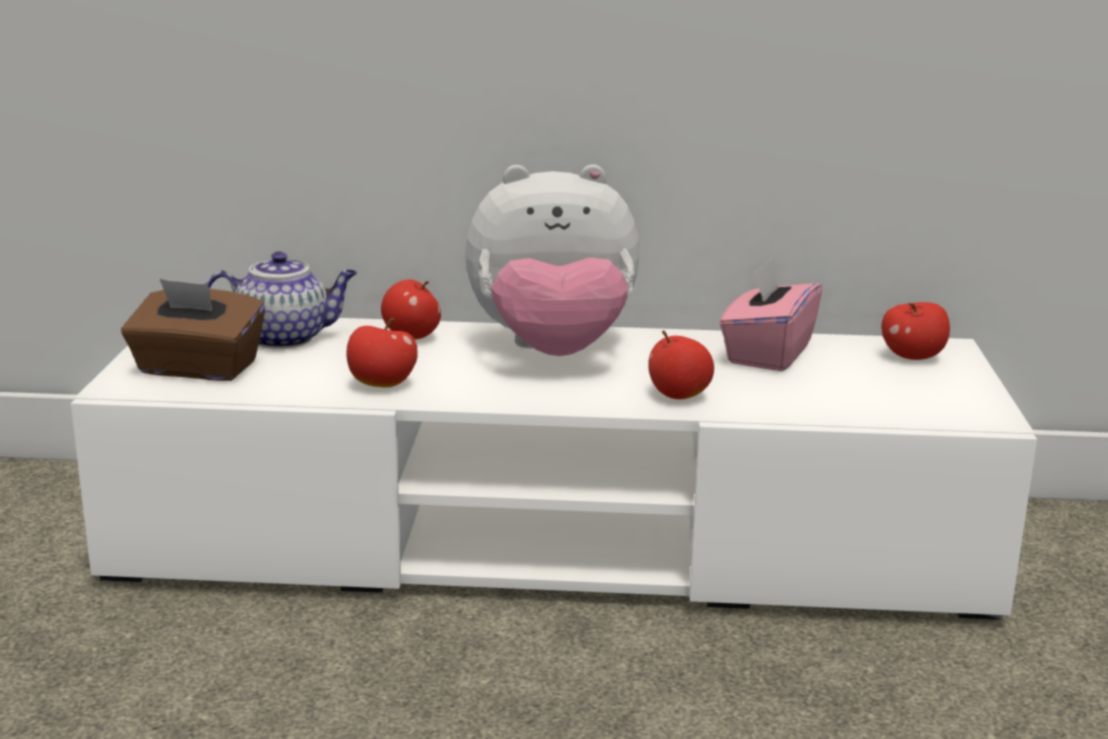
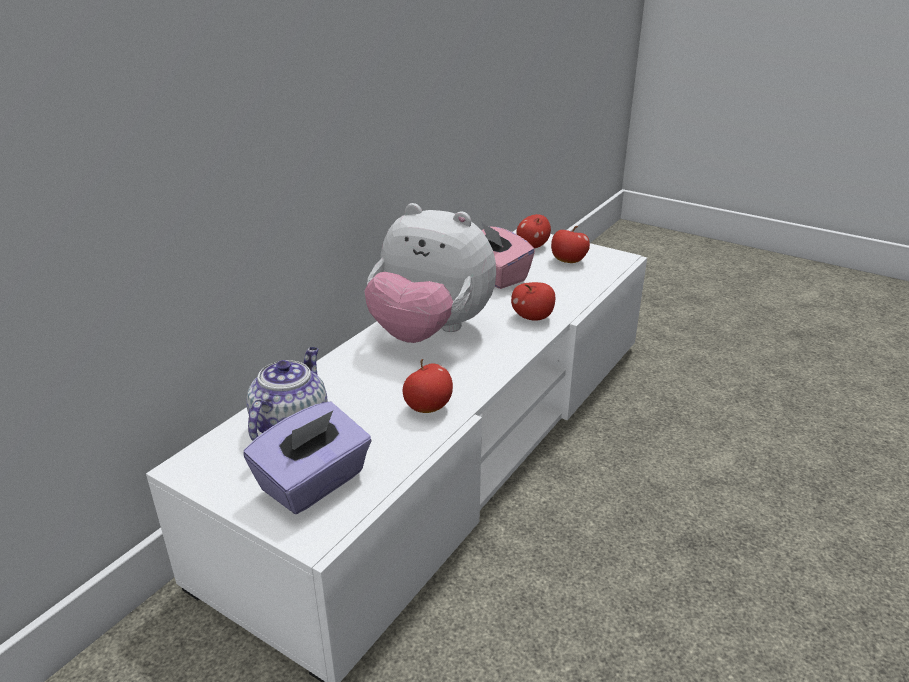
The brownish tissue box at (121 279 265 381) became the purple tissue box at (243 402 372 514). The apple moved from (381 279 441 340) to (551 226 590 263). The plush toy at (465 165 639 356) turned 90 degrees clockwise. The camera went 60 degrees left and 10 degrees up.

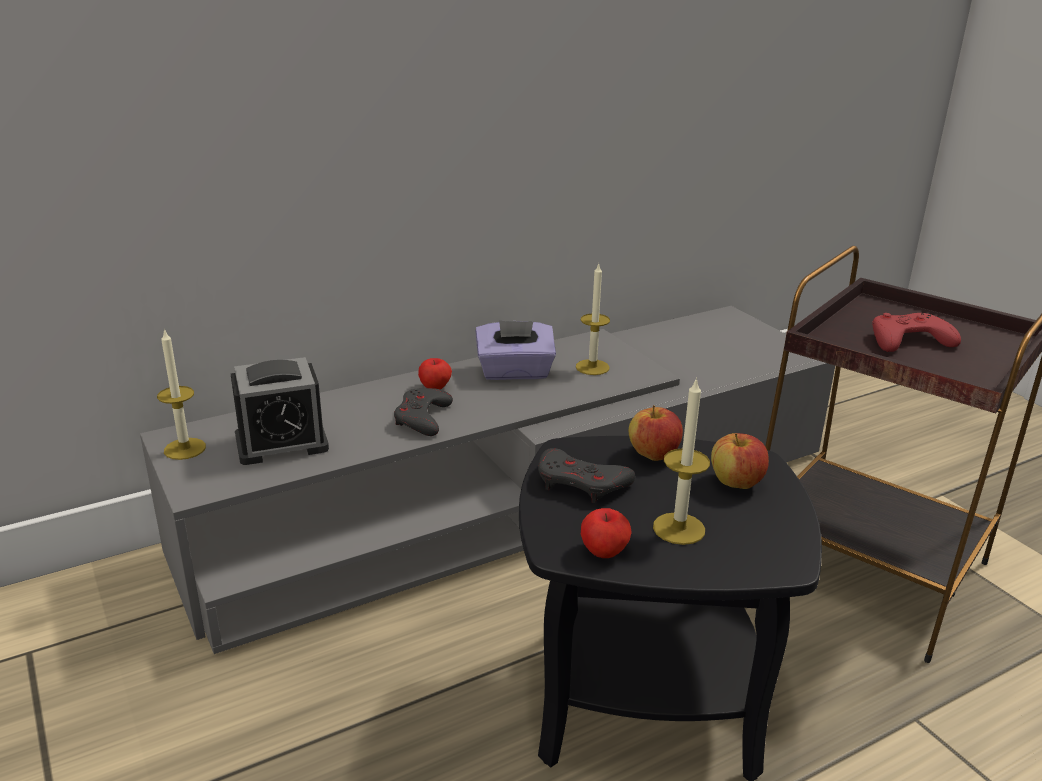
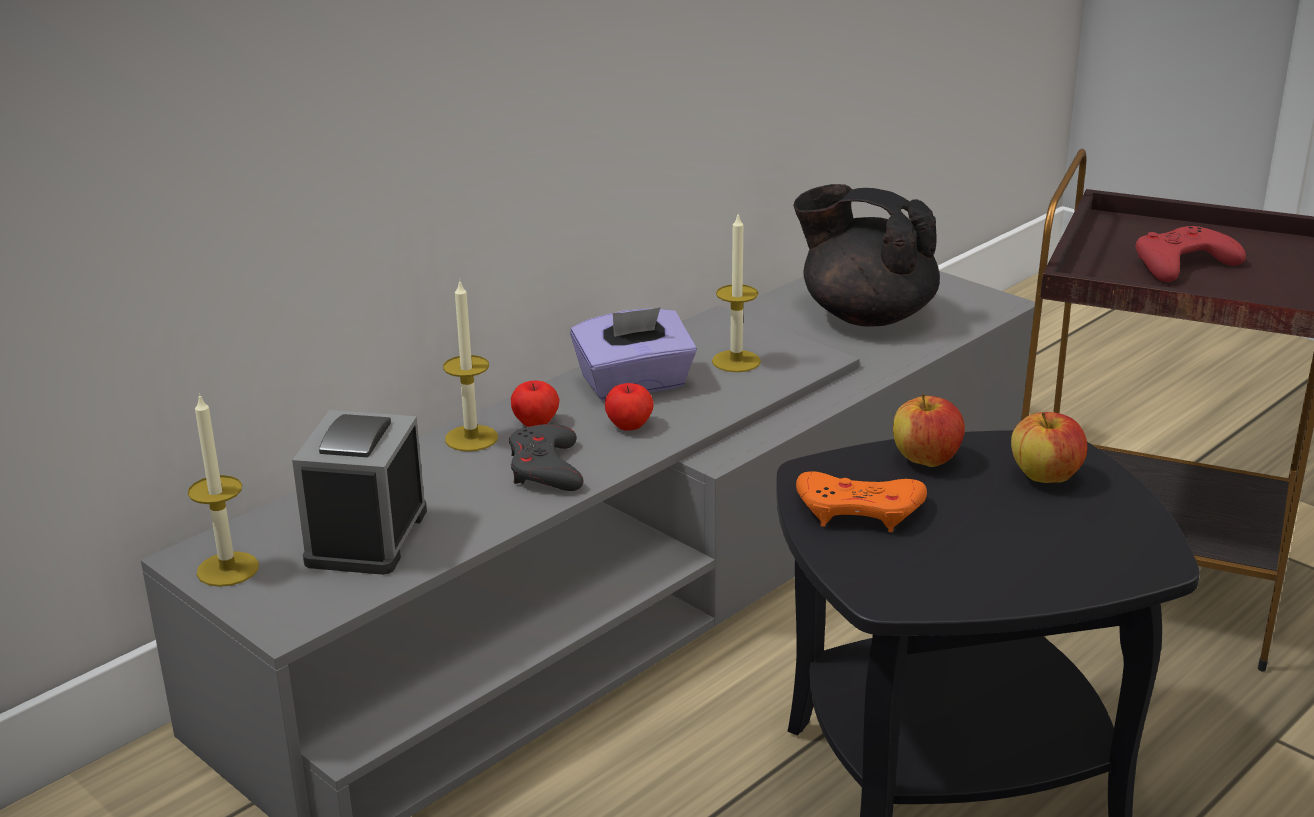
The alarm clock at (231 357 329 465) turned 135 degrees clockwise. The greyish game controller at (538 448 635 503) became the orange game controller at (796 471 927 532). The apple moved from (581 508 632 558) to (605 383 654 431). The wax candle moved from (653 377 710 545) to (443 280 498 451). The black tea pot at (793 184 940 327) appeared. The camera went 15 degrees left and 0 degrees up.

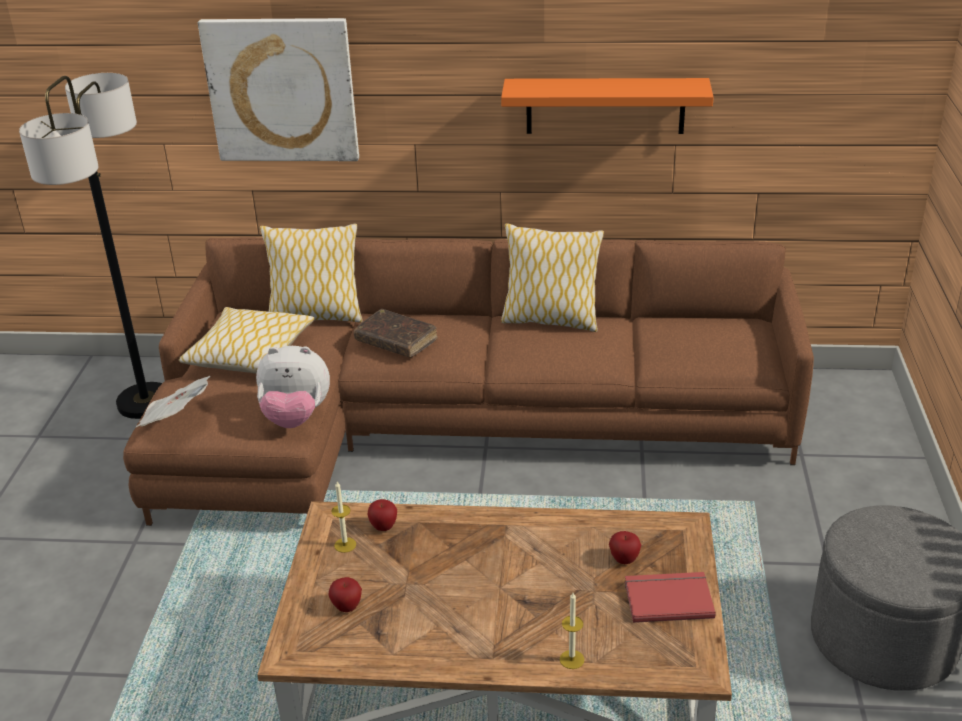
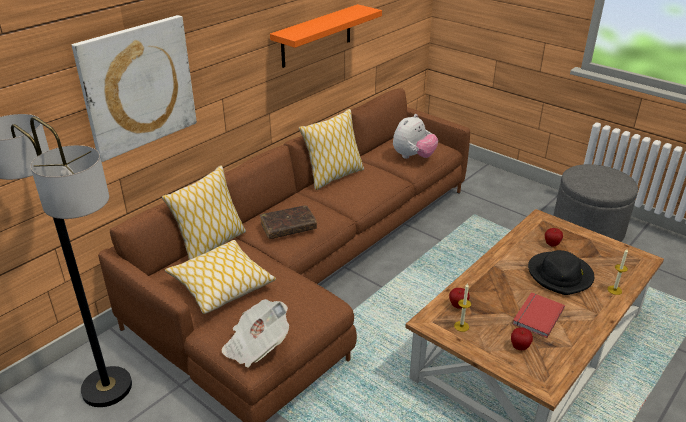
The plush toy moved from (256 346 330 428) to (393 114 438 159). The red volume moved from (625 572 715 623) to (512 292 565 338). The black wearable hat at (528 250 594 295) appeared. The camera went 55 degrees left and 0 degrees up.

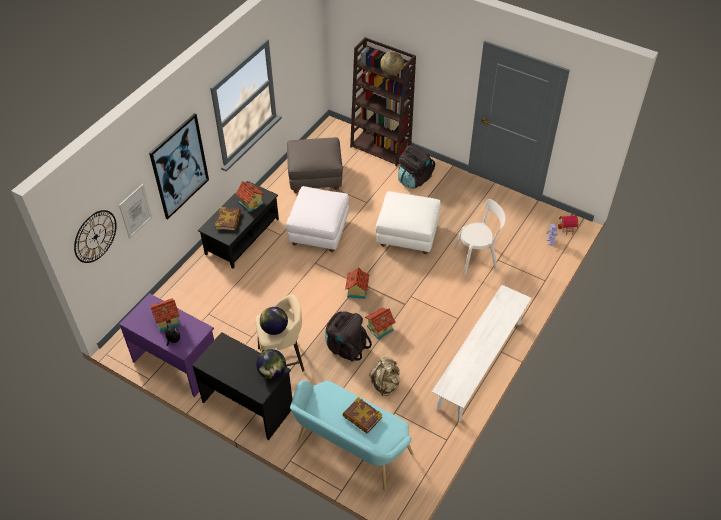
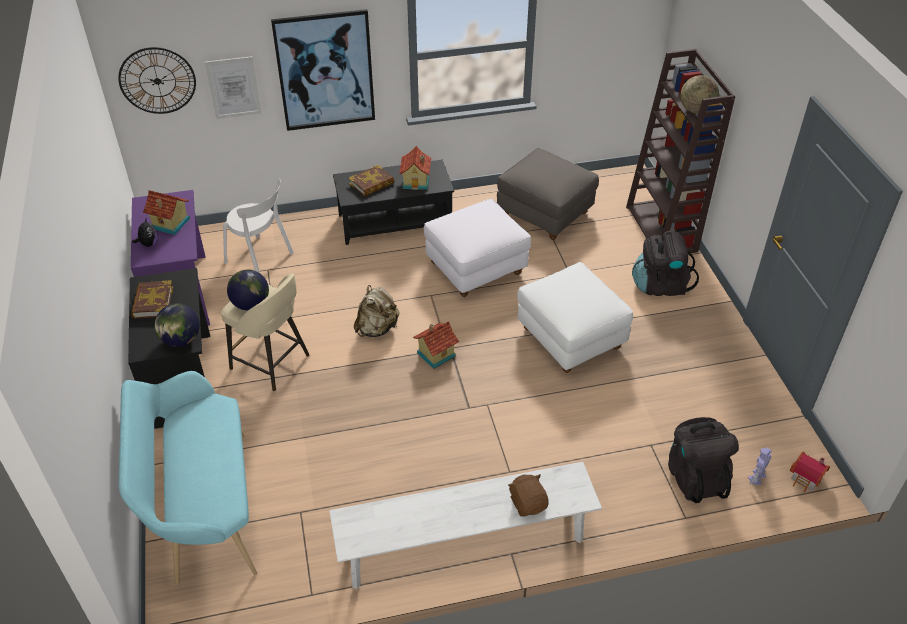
The black backpack moved from (325 311 372 362) to (668 417 739 503). The volume moved from (342 397 383 434) to (131 280 173 319). The miniature house at (365 307 396 339) disappeared. The beige backpack moved from (369 357 400 396) to (354 285 400 337). The whitish upright chair moved from (454 199 506 274) to (223 178 294 273). The brownish plush toy at (508 474 549 517) appeared. The camera went 45 degrees right and 5 degrees down.

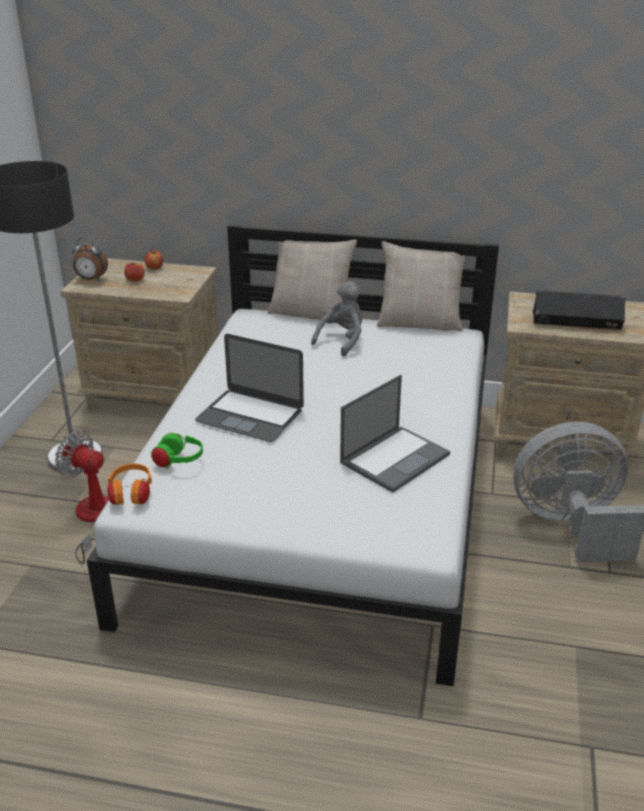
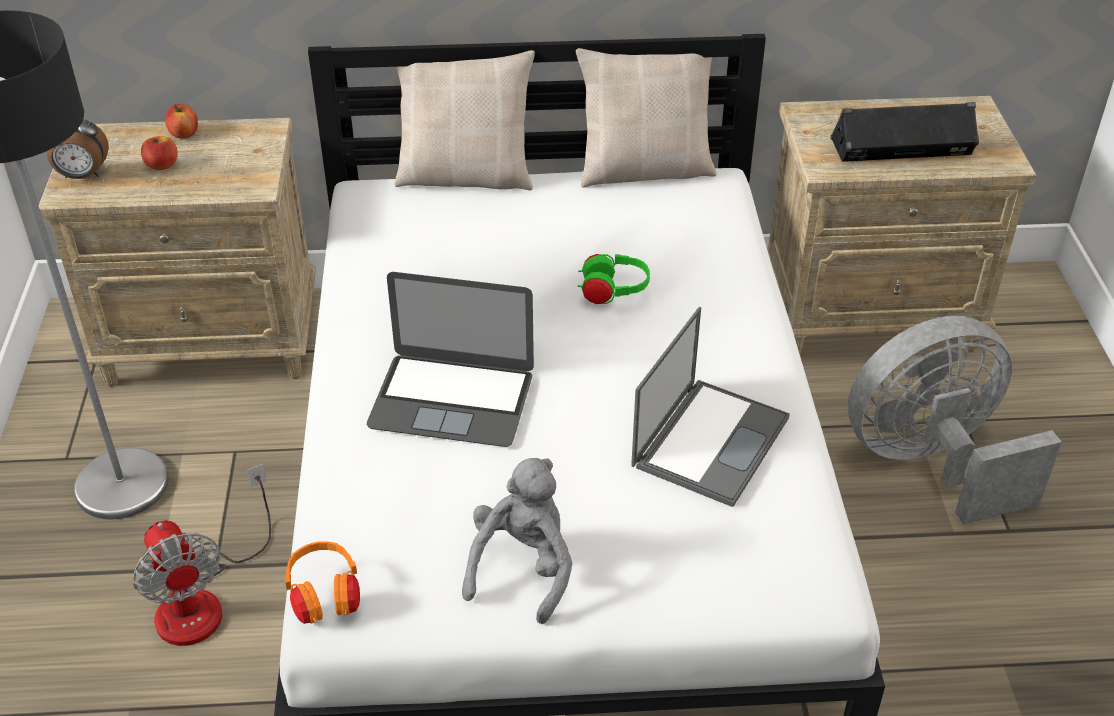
The cooling fan at (55 430 109 564) turned 135 degrees counterclockwise. The green-coloured headset moved from (150 433 203 468) to (578 254 650 304). The greyish plush toy moved from (311 281 362 356) to (462 458 573 624). The camera went 15 degrees left and 10 degrees up.

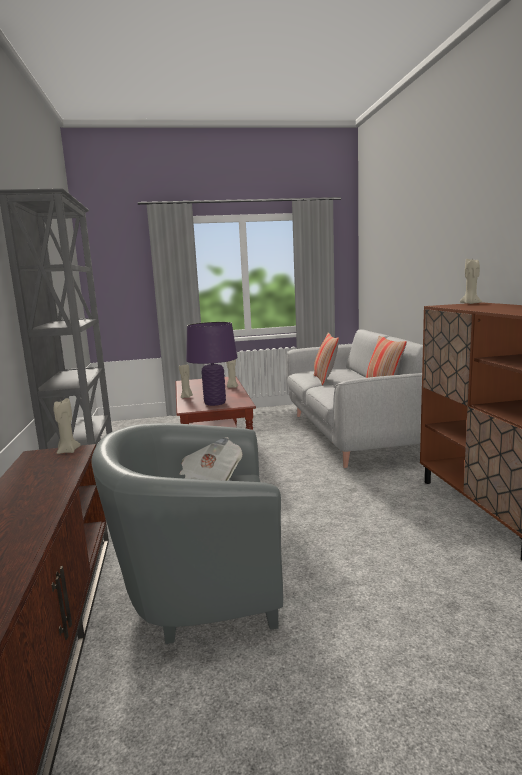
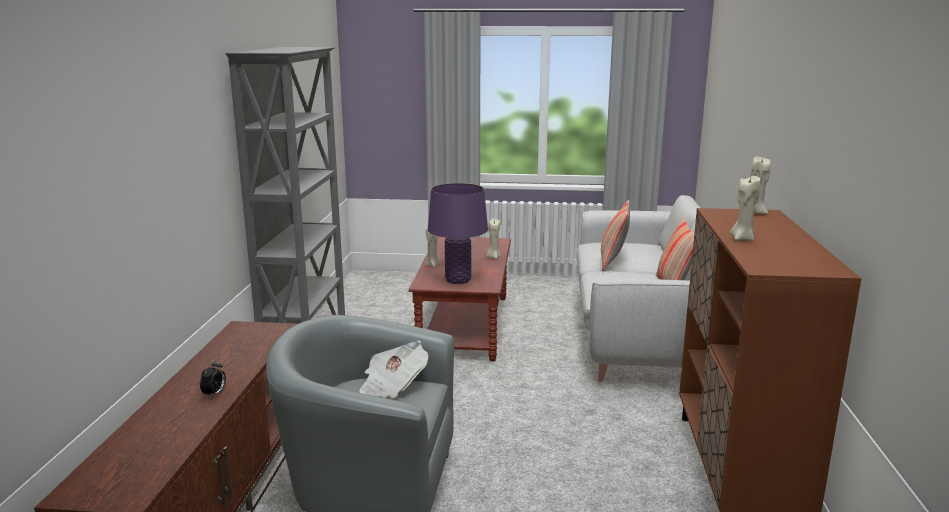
The beige wax candle moved from (54 398 80 454) to (730 176 760 241). The alarm clock at (200 360 226 399) appeared. The camera went 15 degrees right and 5 degrees up.

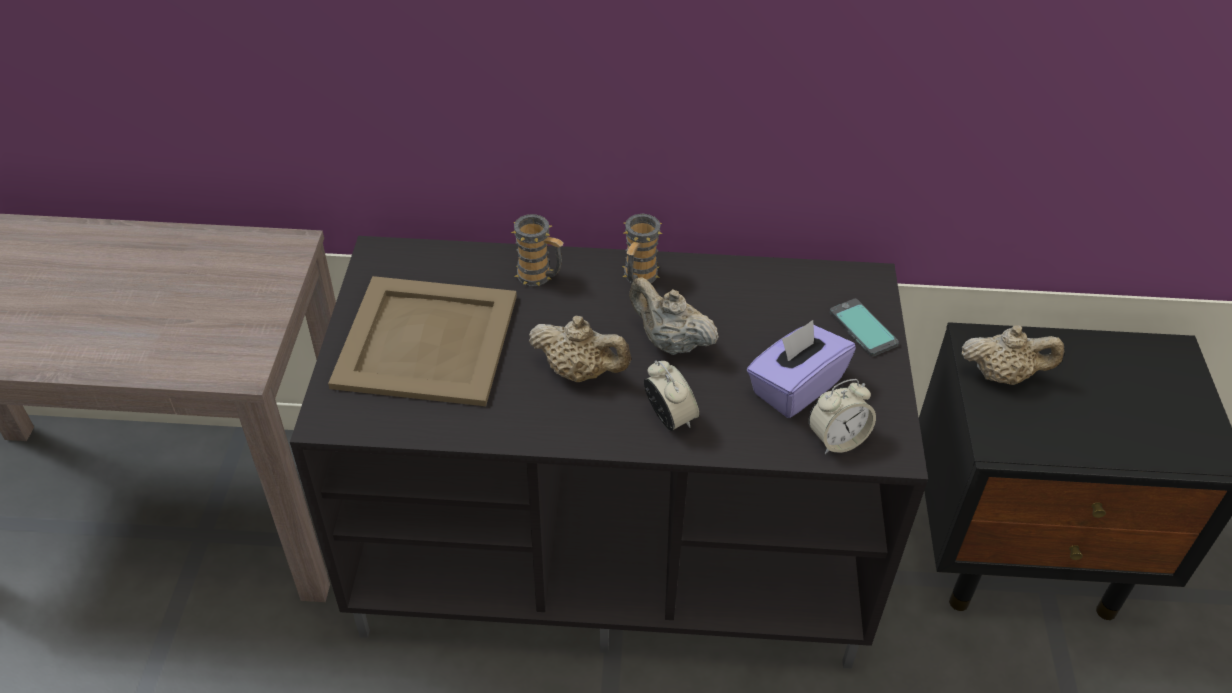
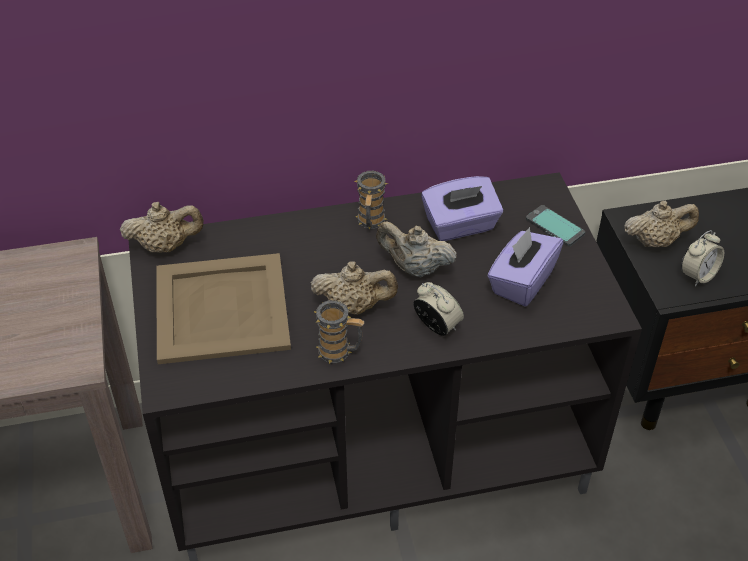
The tea mug moved from (511 214 564 286) to (313 300 365 364). The alarm clock moved from (809 379 876 454) to (681 230 724 286). The beige tea pot at (120 202 204 253) appeared. The purple tissue box at (421 176 503 241) appeared. The camera went 15 degrees left and 0 degrees up.

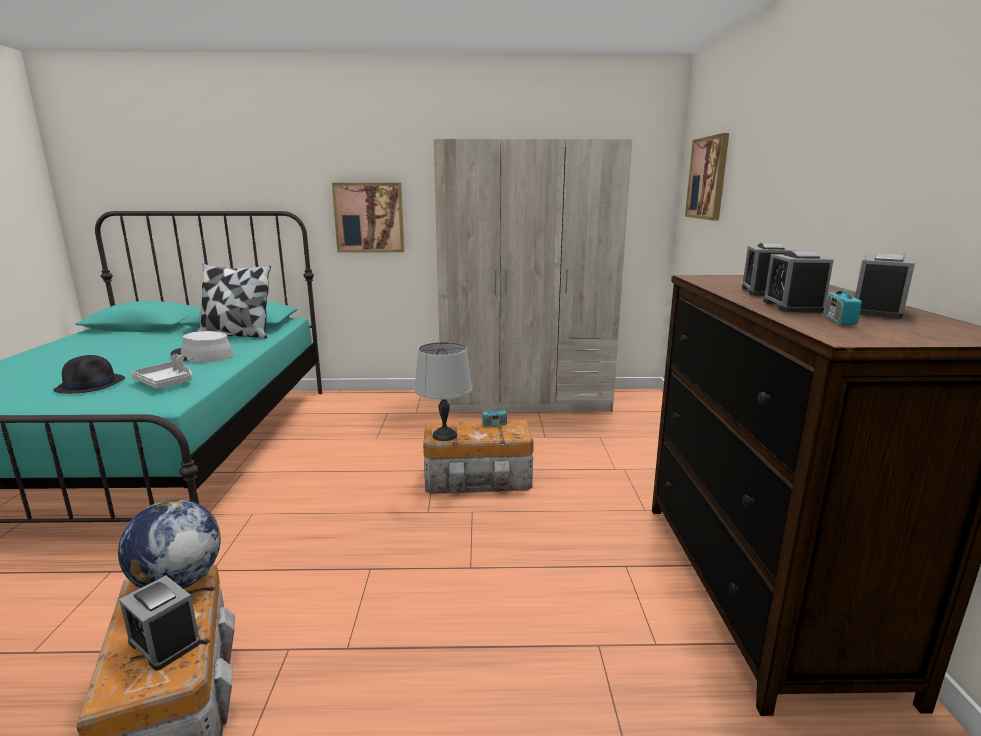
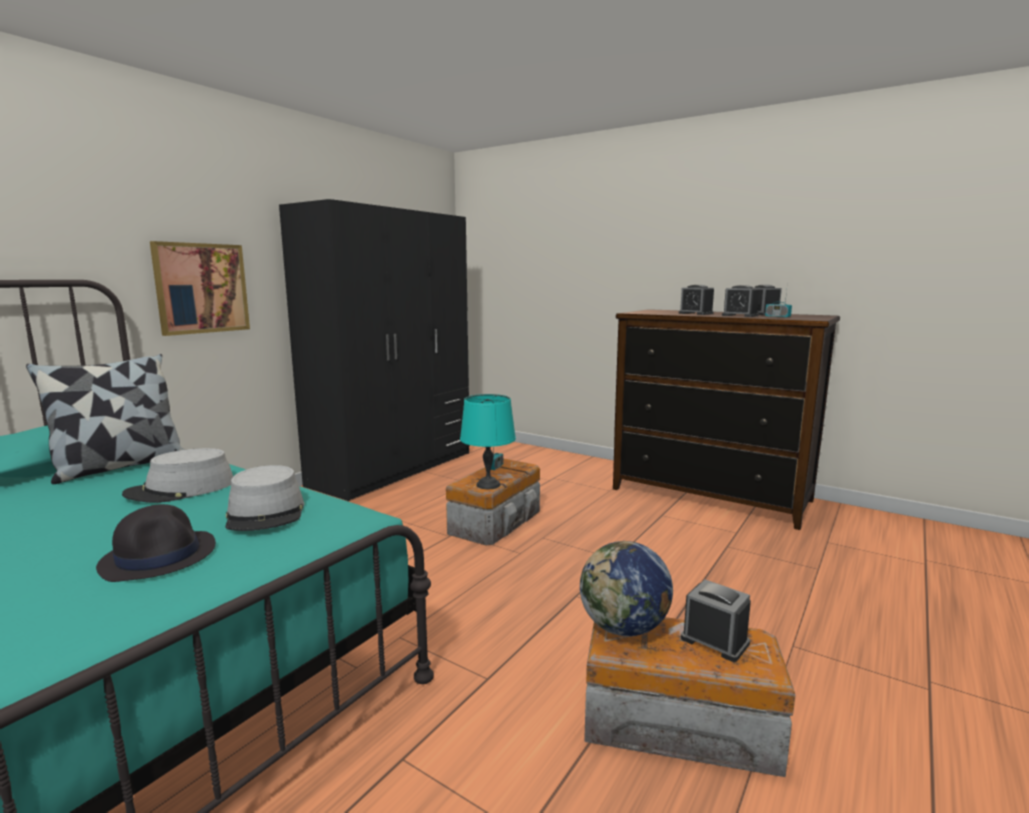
The alarm clock at (119 575 201 671) turned 120 degrees counterclockwise. The greyish serving tray at (131 354 192 389) was replaced by the greyish wearable hat at (225 465 305 531). The greyish table lamp at (414 342 473 441) became the blue-green table lamp at (460 394 516 489). The beige armoire at (434 139 632 413) became the black armoire at (279 199 470 501). The wall picture at (685 133 729 220) disappeared. The camera went 55 degrees left and 5 degrees down.

